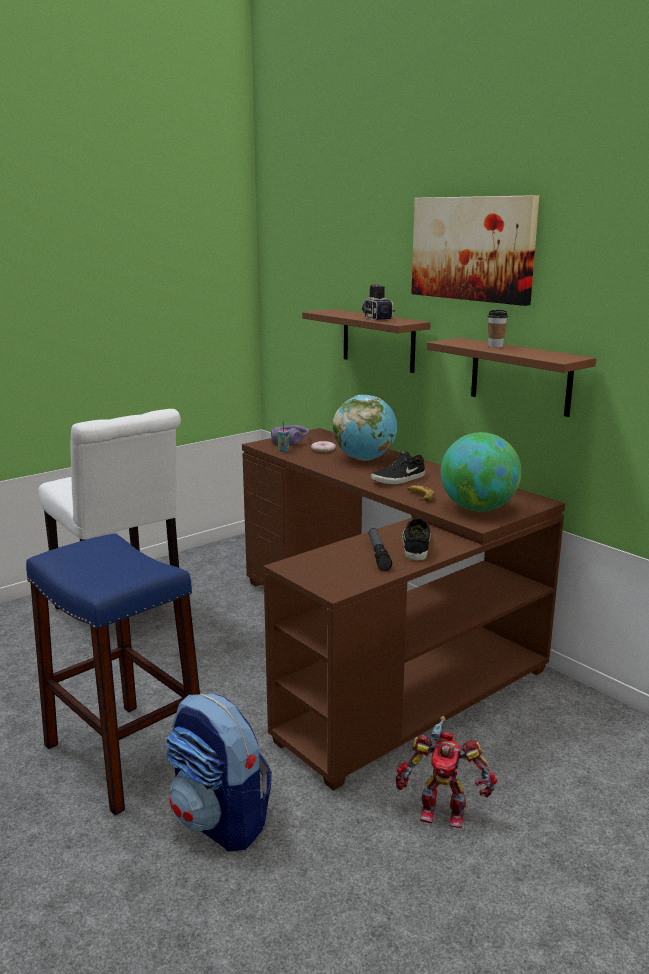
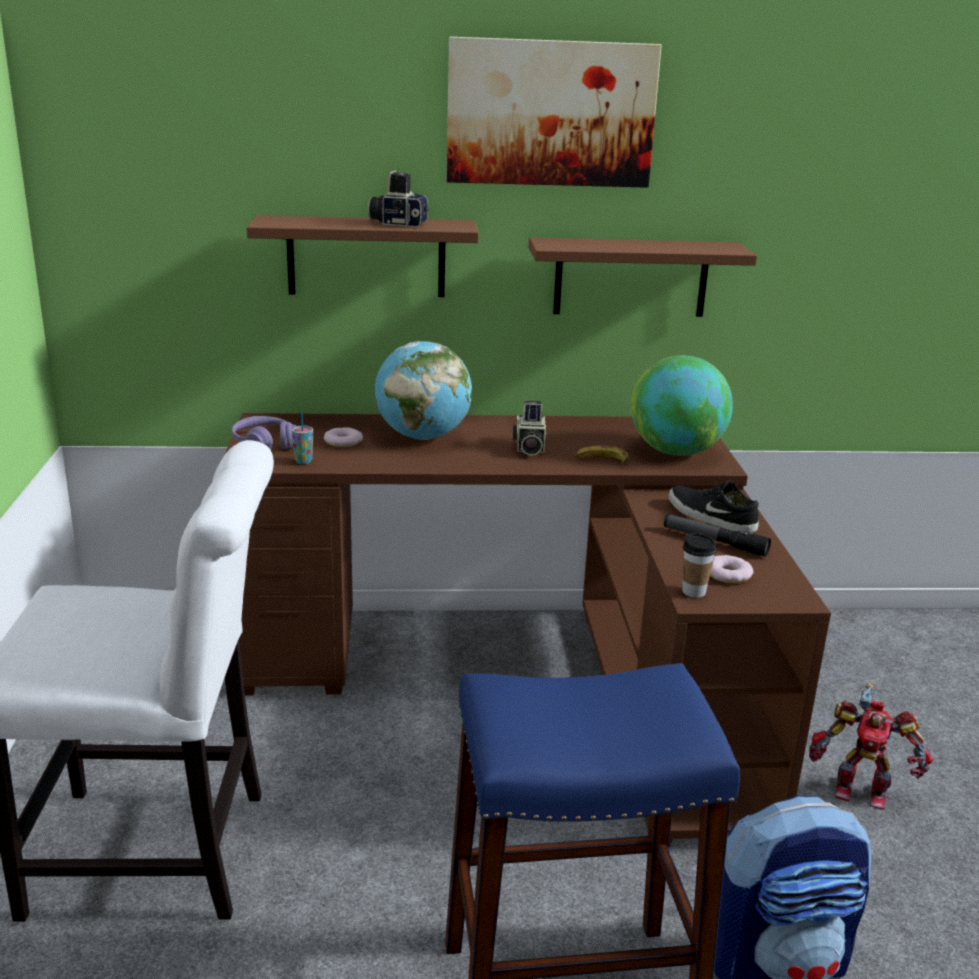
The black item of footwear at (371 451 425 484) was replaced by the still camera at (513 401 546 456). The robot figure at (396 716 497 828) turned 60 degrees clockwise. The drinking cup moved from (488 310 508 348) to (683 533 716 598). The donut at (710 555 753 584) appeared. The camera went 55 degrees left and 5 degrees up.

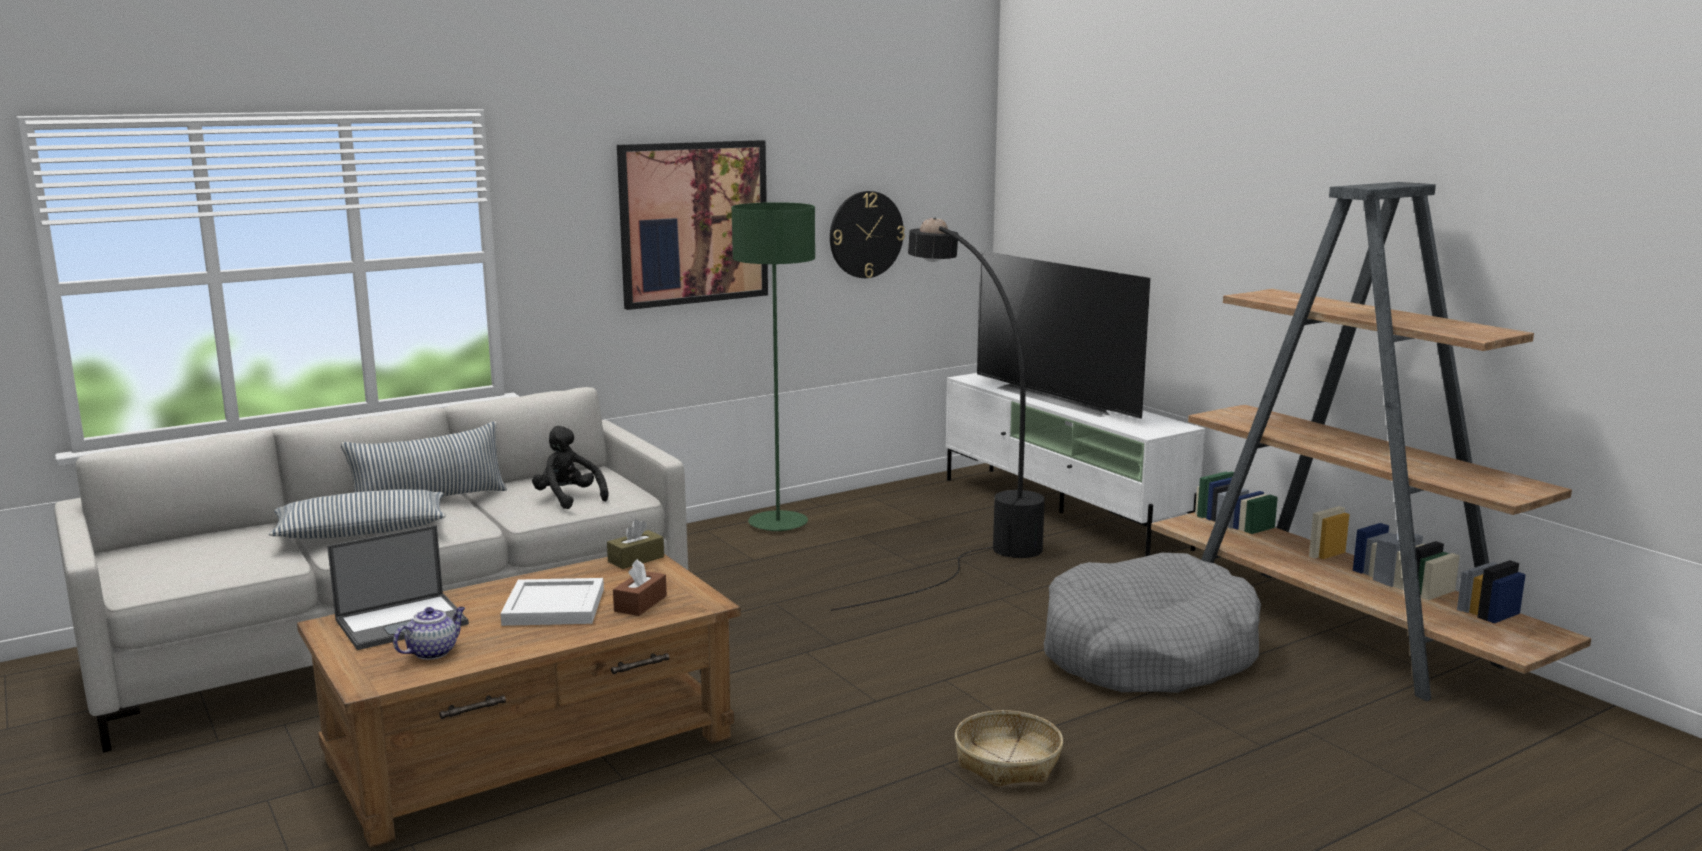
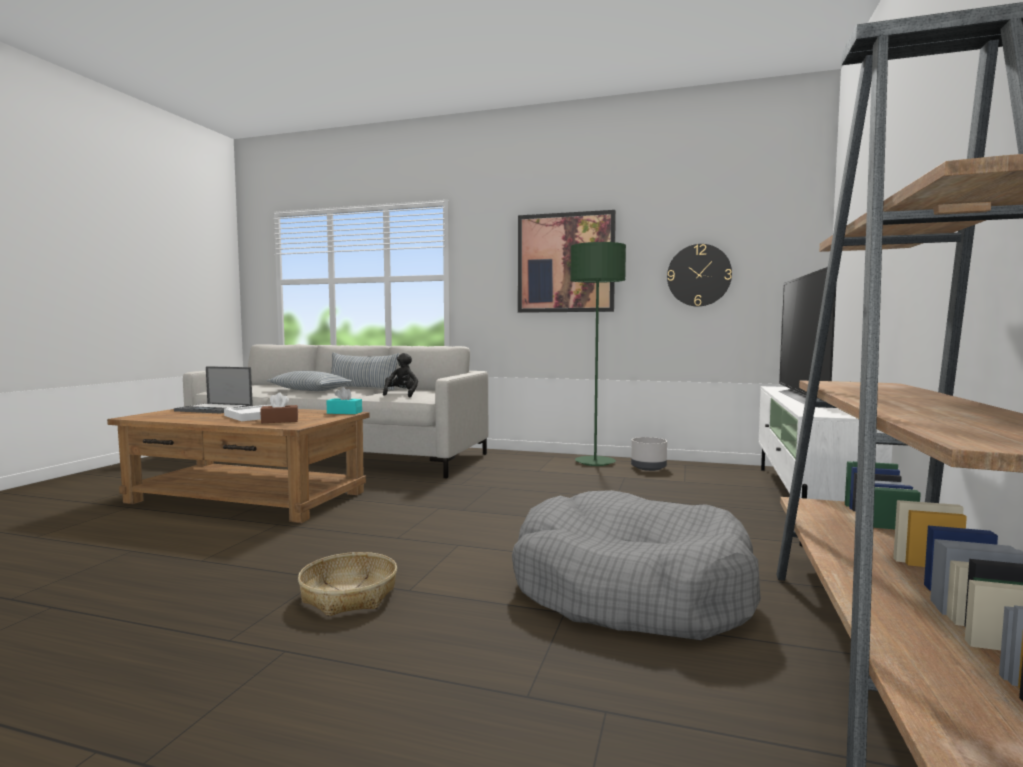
The tea pot at (393 607 465 660) disappeared. The brownish tissue box at (607 519 664 569) became the blue-green tissue box at (327 387 362 414). The black floor lamp at (831 218 1045 611) disappeared. The greyish plant pot at (631 437 667 471) appeared. The camera went 50 degrees right and 10 degrees down.

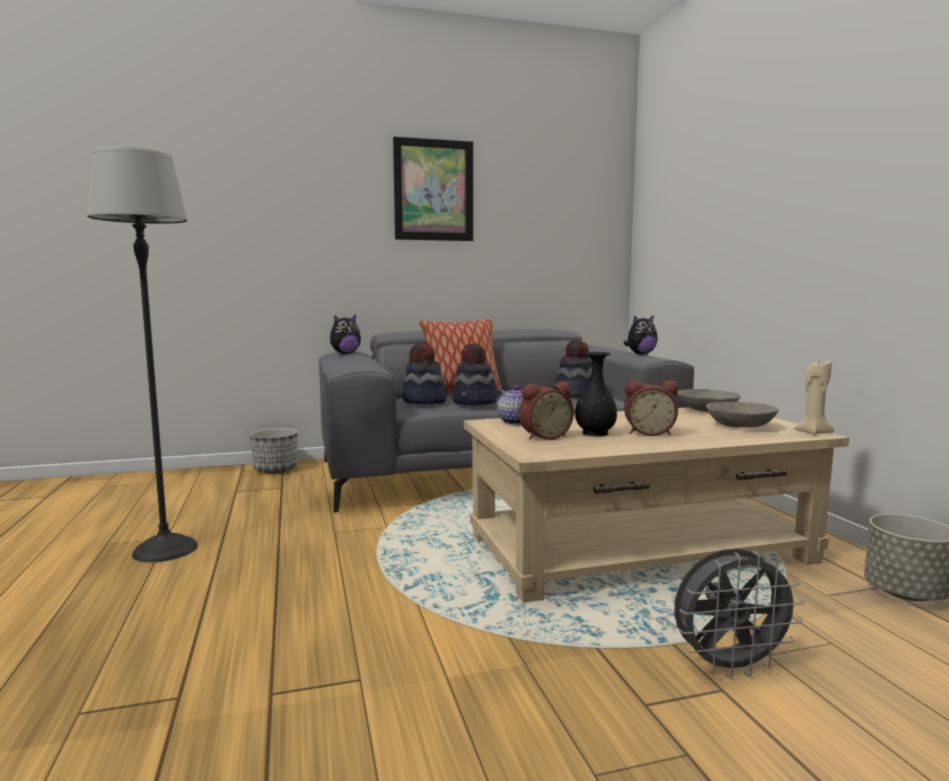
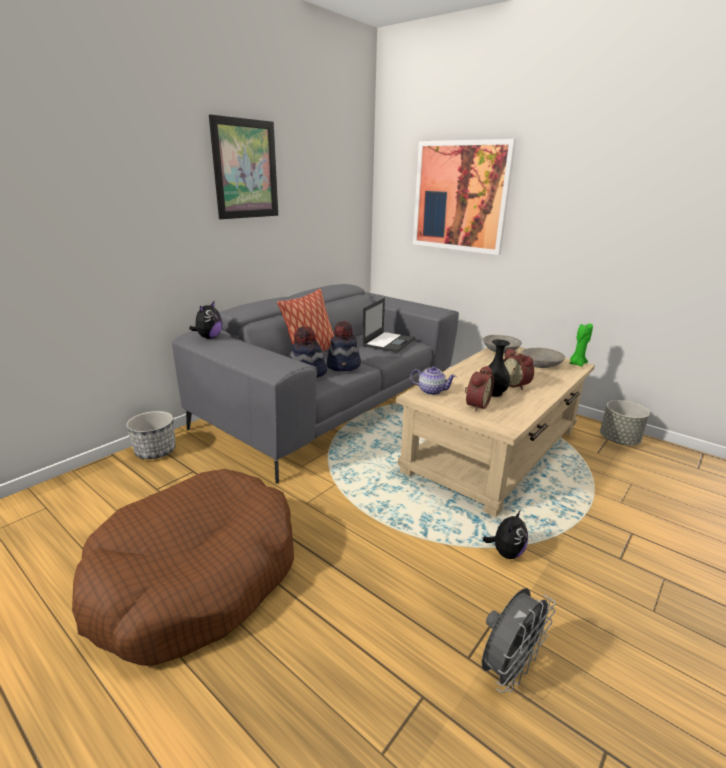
The floor lamp at (87 146 198 562) was replaced by the brownish pet bed at (72 469 294 666). The wearable hat at (555 339 592 398) was replaced by the notebook computer at (362 298 415 353). The plush toy moved from (623 315 658 355) to (482 510 528 559). The alarm clock at (624 380 678 436) turned 90 degrees clockwise. The greyish cooling fan moved from (674 549 804 679) to (482 588 556 693). The beige wax candle at (794 361 834 435) became the green-coloured wax candle at (569 323 593 367). The wall picture at (413 139 516 255) appeared. The camera went 35 degrees left and 15 degrees up.

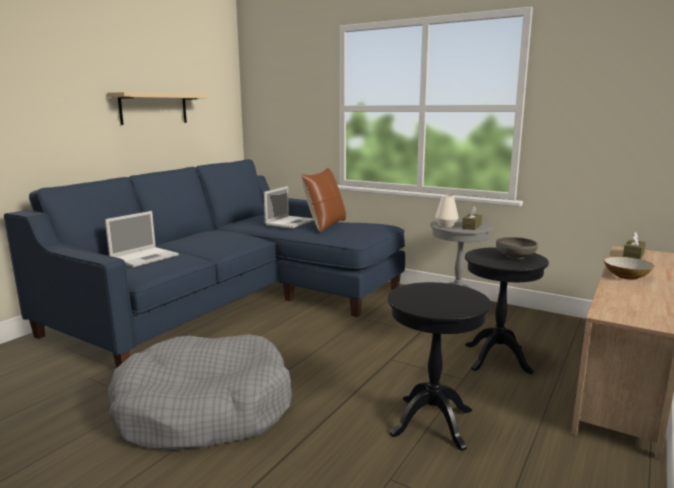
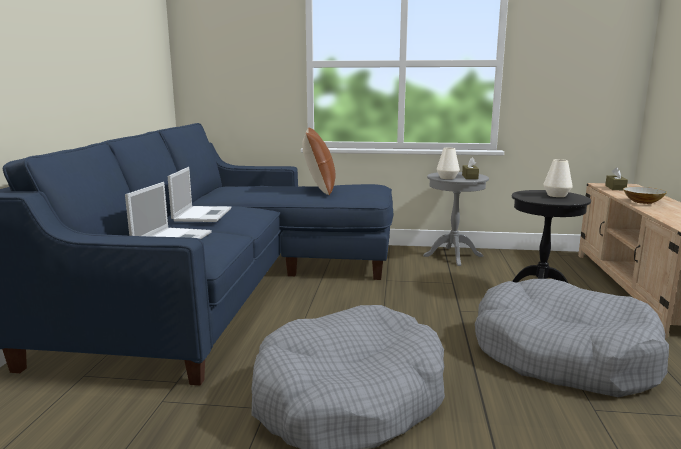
The beige wall shelf at (107 92 208 125) disappeared. The notebook computer moved from (264 186 314 228) to (168 167 231 222). The black accent table at (388 282 491 451) was replaced by the greyish pet bed at (475 279 669 397). The greyish deep dish at (496 237 538 259) was replaced by the whitish flower vase at (543 159 573 197). The camera went 25 degrees left and 0 degrees up.

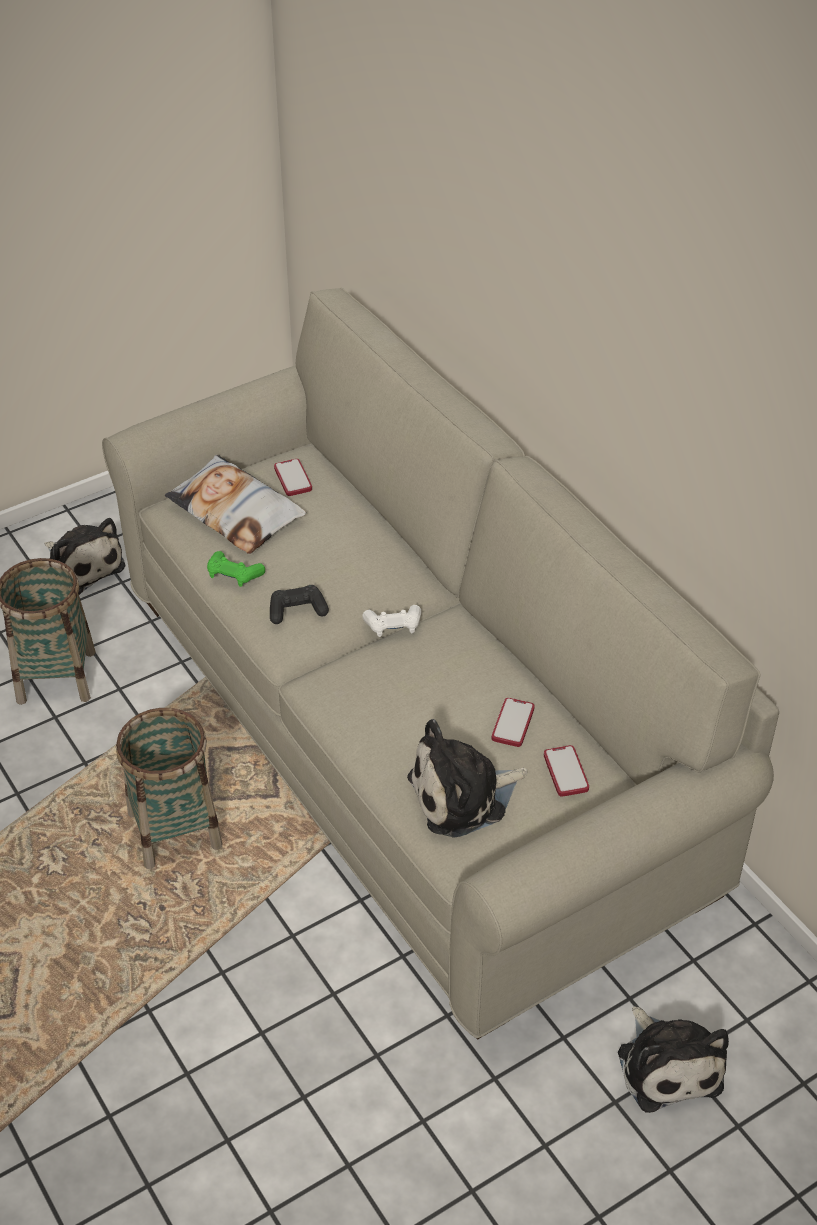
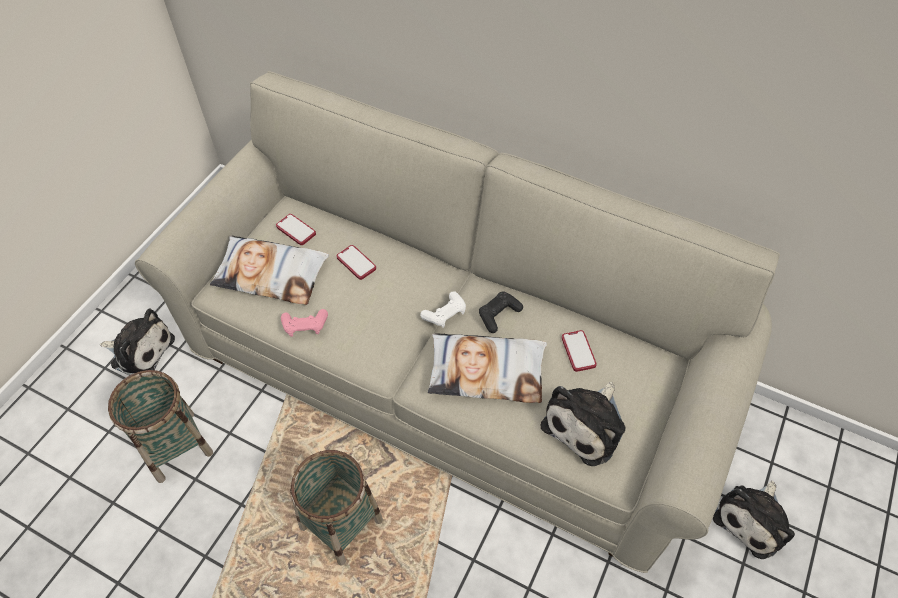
The green-coloured game controller at (207 551 265 587) became the pinkish game controller at (281 309 328 337). The black game controller moved from (270 585 329 624) to (479 292 523 333). The handset moved from (544 745 589 797) to (336 245 376 280). The plush toy at (618 1006 729 1113) turned 90 degrees clockwise. The throw pillow at (428 333 547 403) appeared. The camera went 30 degrees left and 10 degrees up.

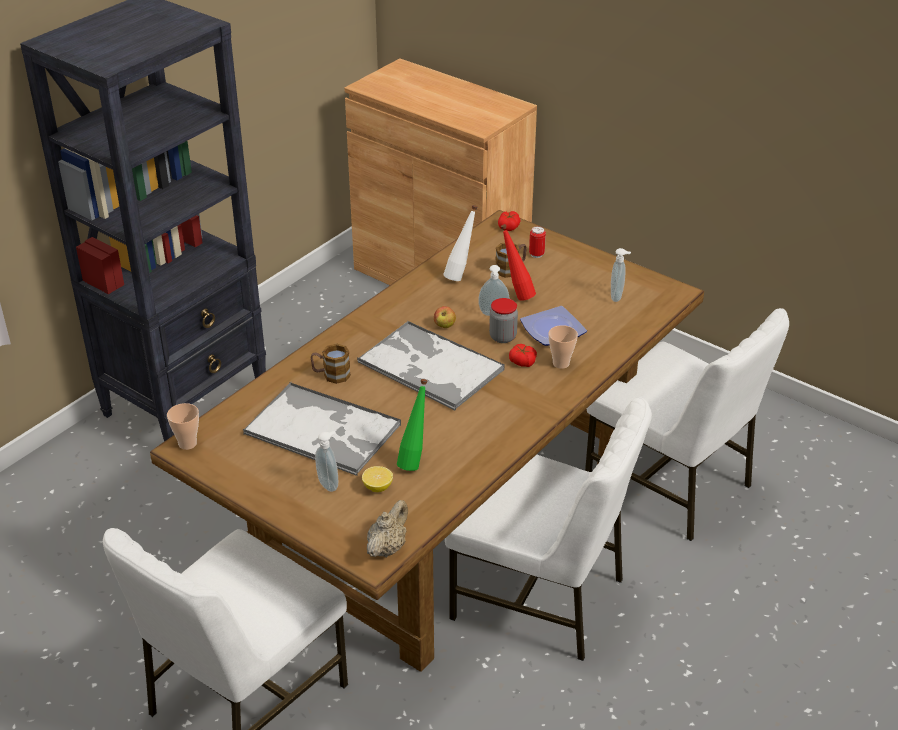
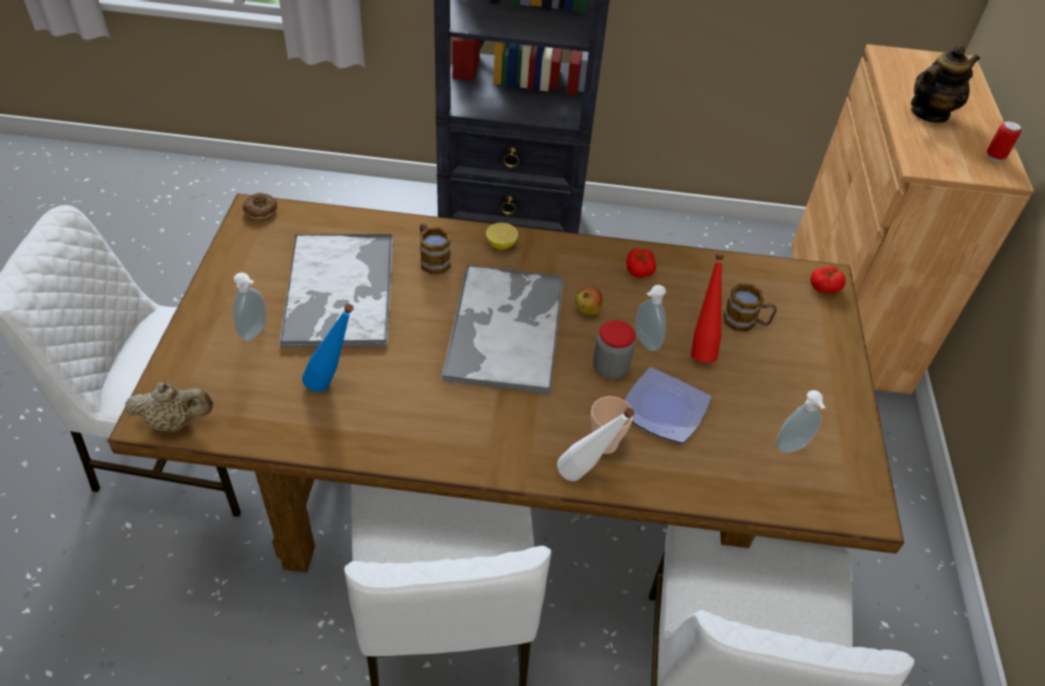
The drinking cup at (167 403 199 450) was replaced by the donut at (243 193 277 219). The whole lemon moved from (362 466 393 492) to (486 223 518 250). The green-coloured drink bottle at (397 379 427 471) became the bluish drink bottle at (302 304 354 392). The whitish drink bottle moved from (443 205 477 281) to (557 408 634 481). The fresh tomato moved from (509 344 537 367) to (626 248 656 278). The sealed can moved from (529 226 546 258) to (987 121 1021 162). The tea pot at (911 45 980 123) appeared. The camera went 55 degrees right and 10 degrees up.

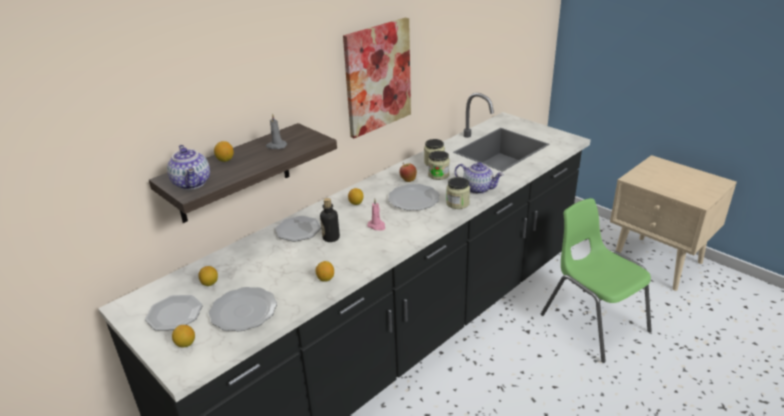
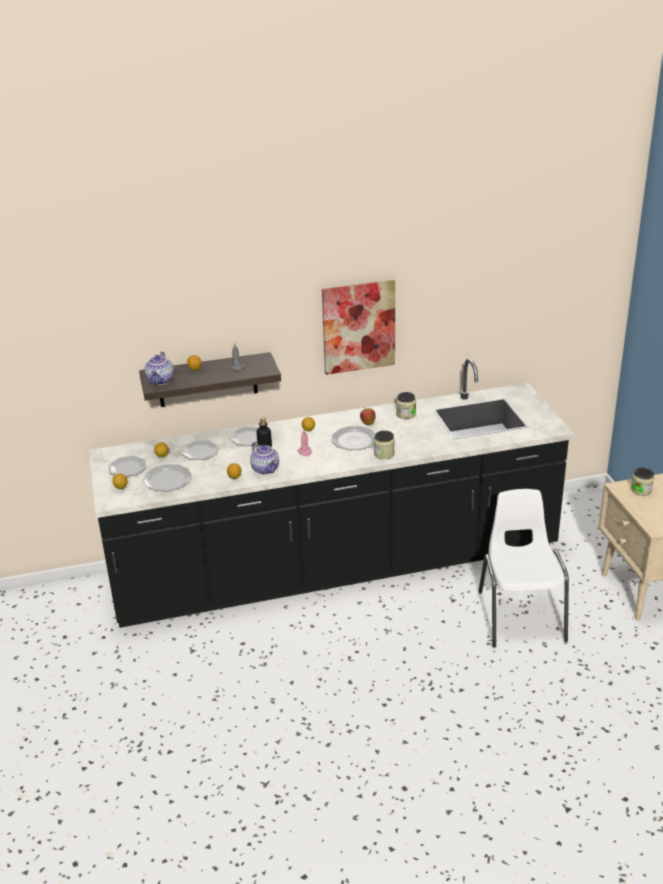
The storage jar moved from (428 151 450 180) to (631 468 654 496). The tea pot moved from (455 162 504 194) to (250 442 279 475). The green-coloured upright chair at (541 198 652 363) became the whitish upright chair at (478 489 569 647). The flat dish at (181 440 219 460) appeared. The camera went 30 degrees right and 0 degrees up.

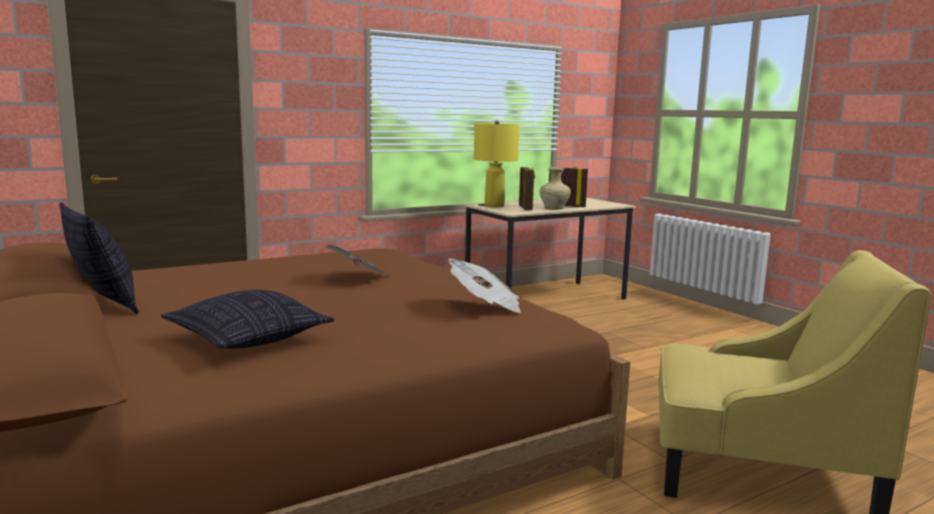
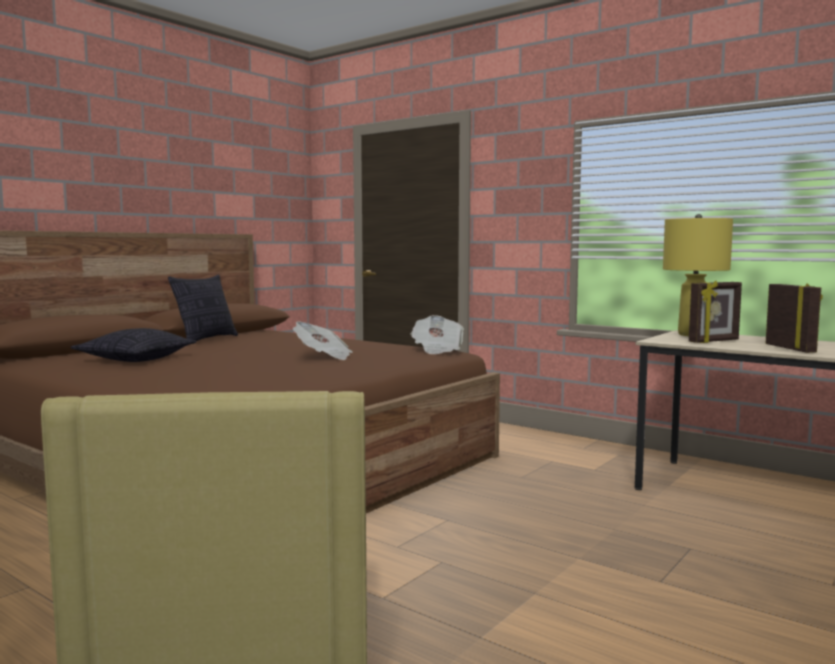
The daily paper moved from (448 259 521 313) to (411 315 464 354). The beige flower vase at (540 168 571 210) disappeared. The camera went 70 degrees right and 5 degrees down.

